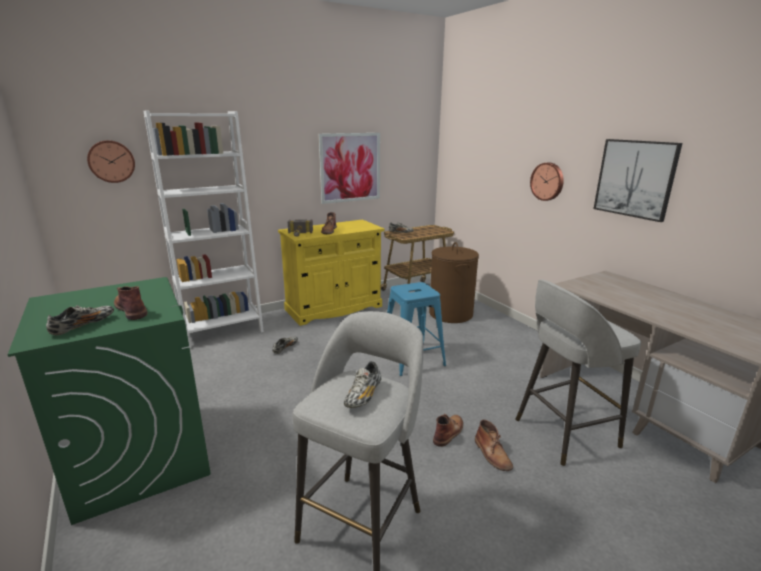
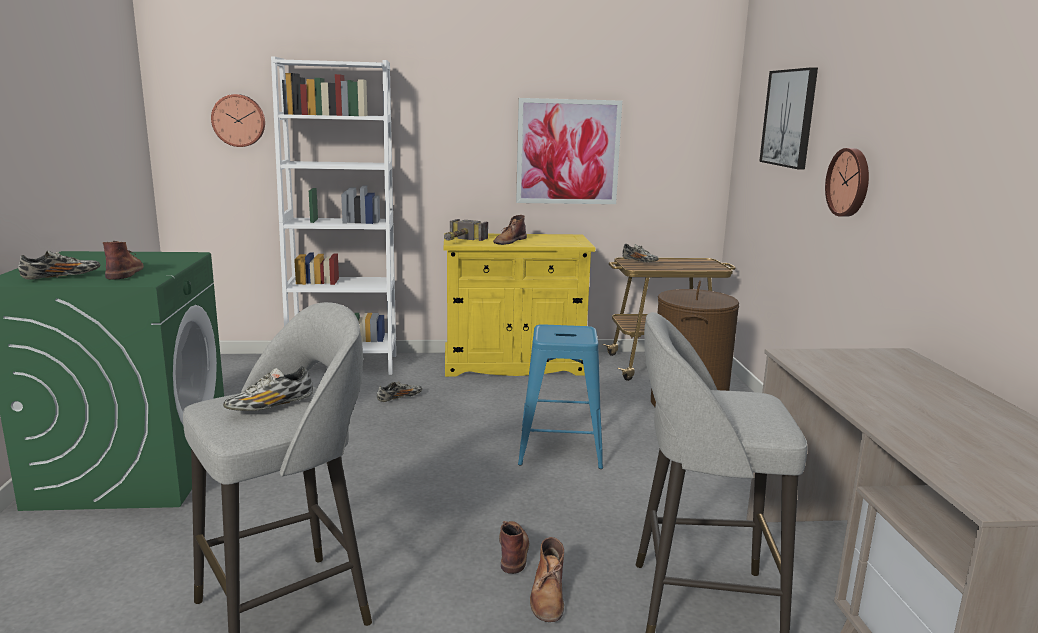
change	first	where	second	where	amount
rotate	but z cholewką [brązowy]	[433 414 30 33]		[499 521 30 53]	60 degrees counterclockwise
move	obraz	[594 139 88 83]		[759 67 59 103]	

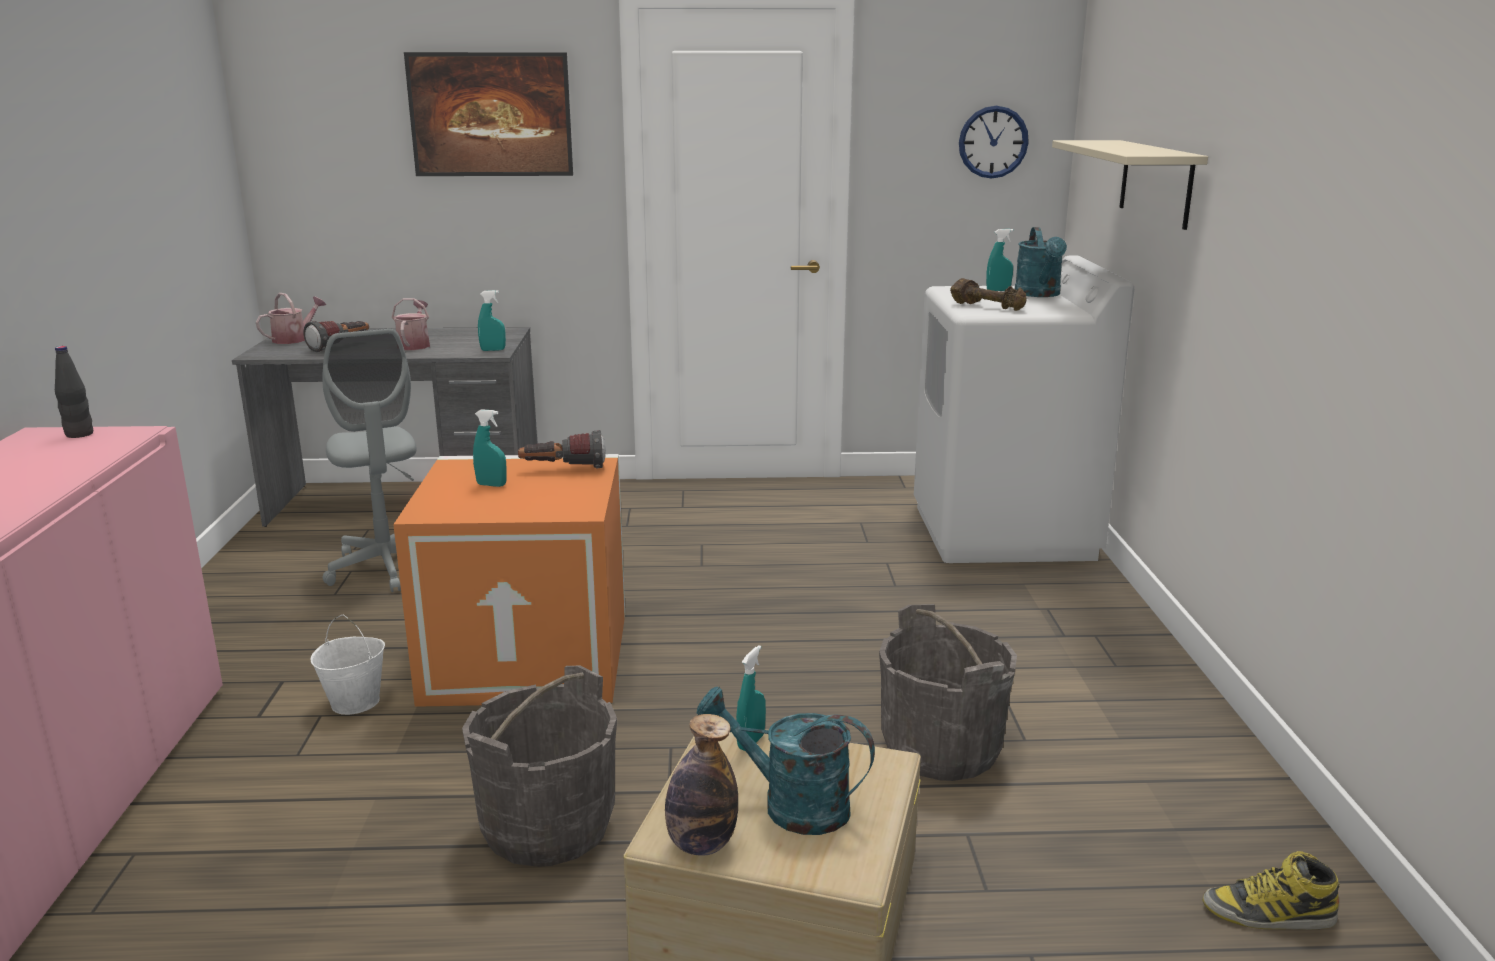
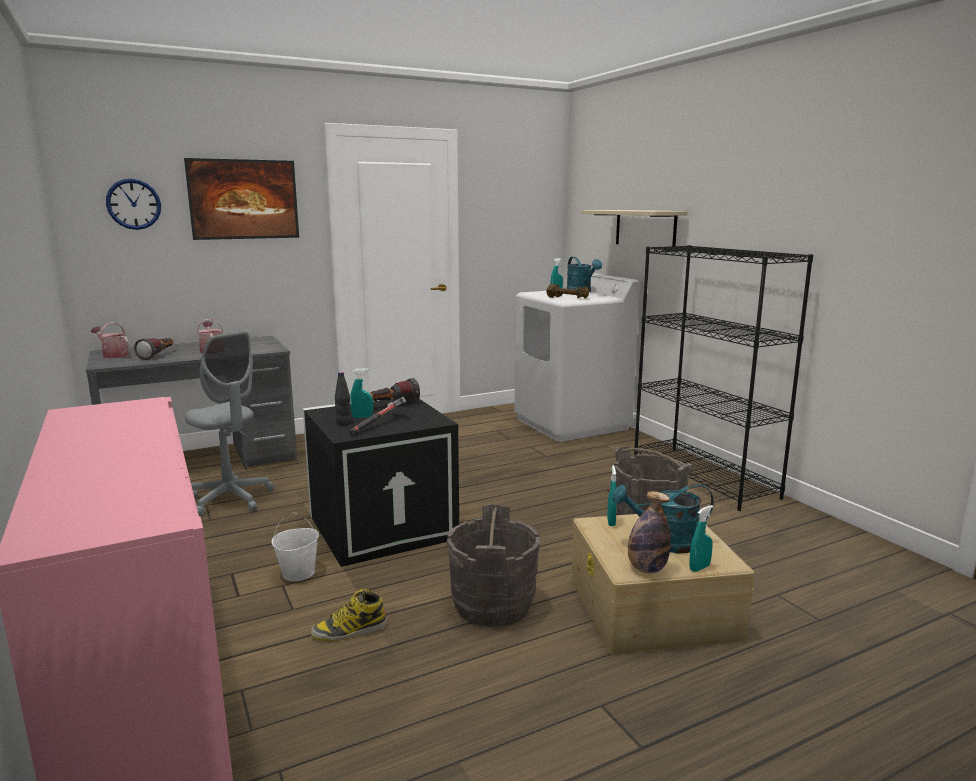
change	first	where	second	where	amount
move	butelka [czarny]	[55 346 38 92]		[335 372 16 53]	
rotate	konewka	[256 293 70 51]		[91 322 38 36]	75 degrees counterclockwise
recolor	pojemnik do przechowywania [pomarańczowy]	[393 454 232 253]	pojemnik do przechowywania [czarny]	[303 399 156 168]	
move	spryskiwacz [turkusowy]	[478 290 28 61]		[689 505 24 67]	
move	zegar ścienny	[959 106 70 73]		[106 179 55 51]	
move	but z cholewką	[1203 851 136 79]		[311 589 76 52]	
insert			młotek	[349 397 57 38]	
insert			regał [czarny]	[634 245 179 266]	

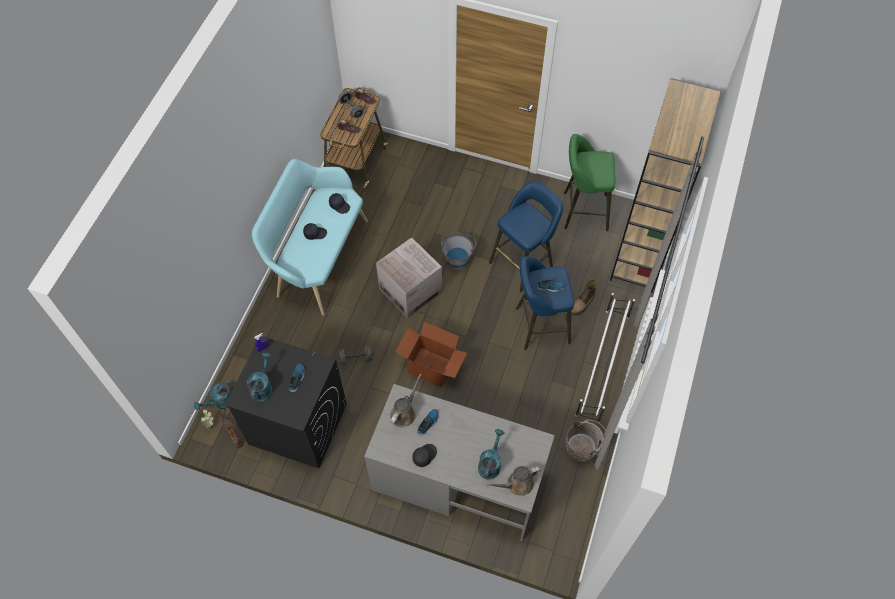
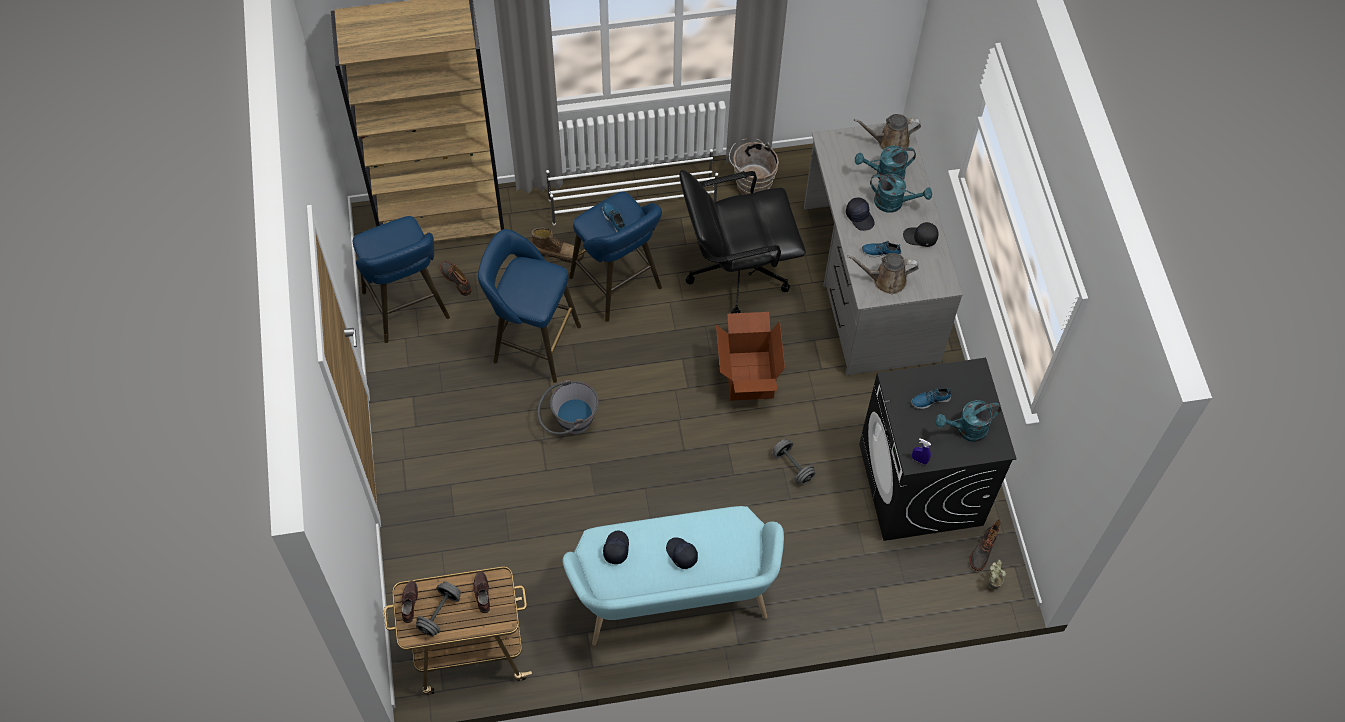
change	first	where	second	where	amount
move	konewka [turkusowy]	[194 381 40 29]		[870 174 62 39]	
delete	karton	[376 237 66 81]			
rotate	konewka [brązowy]	[487 466 54 30]		[854 114 67 36]	135 degrees clockwise
recolor	stołek [zielony]	[564 134 51 97]	stołek [niebieski]	[353 216 97 127]	
insert			but z cholewką	[440 261 32 35]	
insert			krzesło biurowe [czarny]	[679 170 127 143]	
insert			czapka z daszkiem [czarny]	[846 197 29 34]	

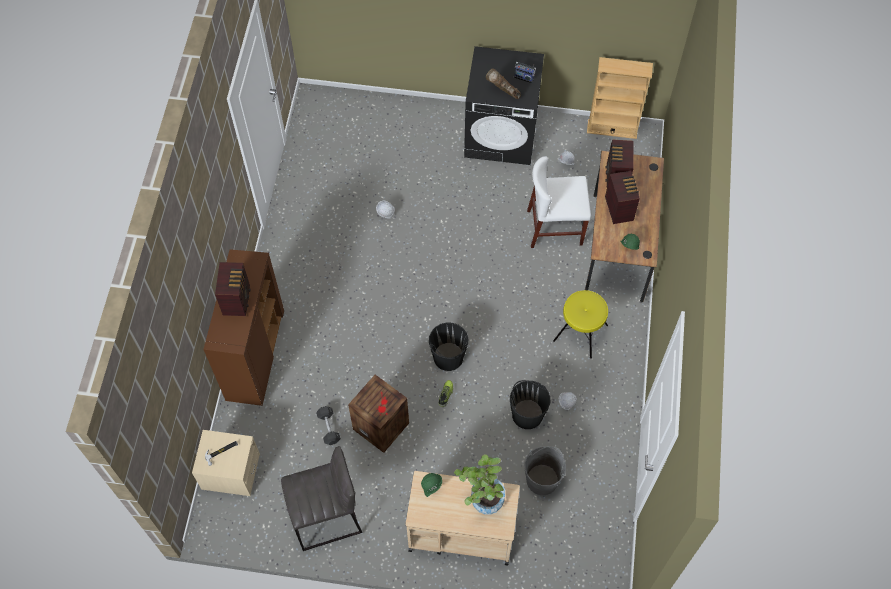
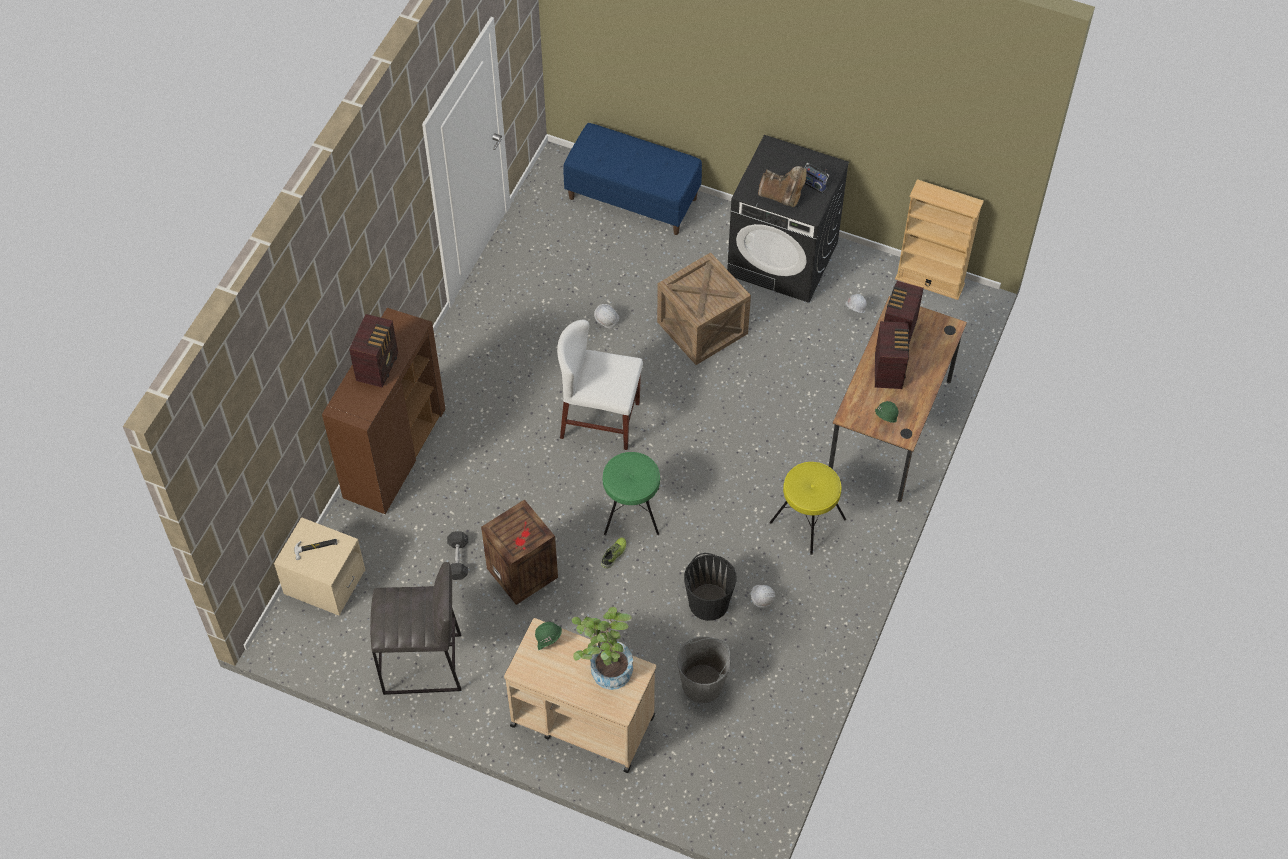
change	first	where	second	where	amount
replace	wiadro [czarny]	[429 322 39 49]	stołek [zielony]	[602 452 58 83]	
rotate	but z cholewką [brązowy]	[486 69 35 30]		[758 166 49 41]	150 degrees clockwise
move	krzesło [biały]	[527 156 64 92]		[557 320 86 130]	
insert			ławka [niebieski]	[563 123 139 112]	
insert			skrzynka	[657 252 94 113]	

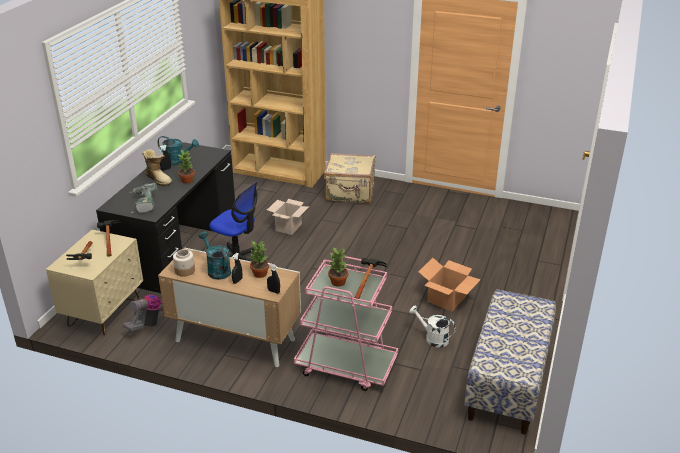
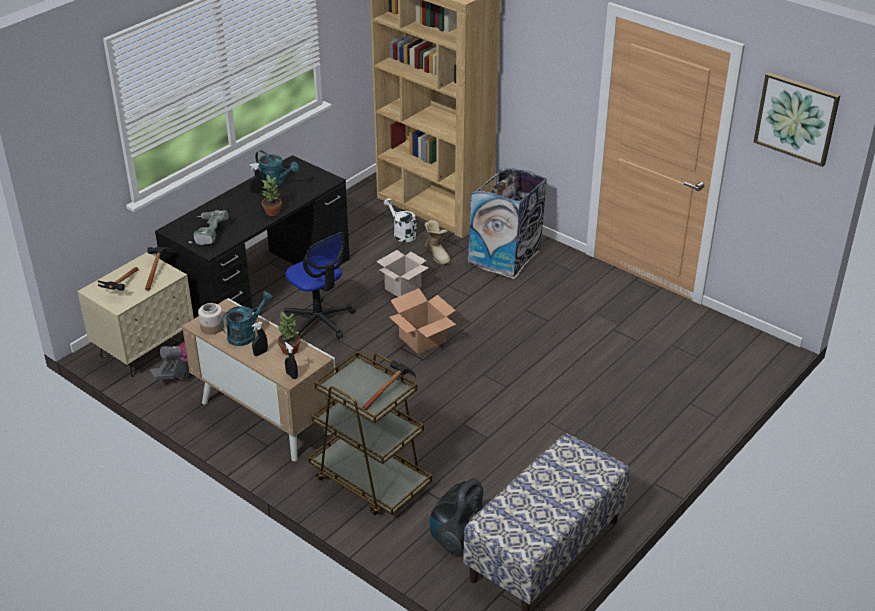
change	first	where	second	where	amount
move	but z cholewką	[142 149 30 38]		[424 220 26 46]	
rotate	konewka [turkusowy]	[199 231 32 49]		[221 291 52 55]	60 degrees clockwise
recolor	wózek [różowy]	[294 256 104 135]	wózek [brązowy]	[308 351 124 164]	
replace	walizka [beżowy]	[324 153 52 50]	kosz na śmieci	[467 168 80 111]	
delete	roślina doniczkowa	[328 247 20 40]			
move	konewka [biały]	[409 306 47 42]		[384 198 33 44]	
move	karton	[418 258 63 54]		[389 288 67 66]	
insert			odkurzacz	[430 478 55 77]	
insert			obraz	[754 72 86 95]	

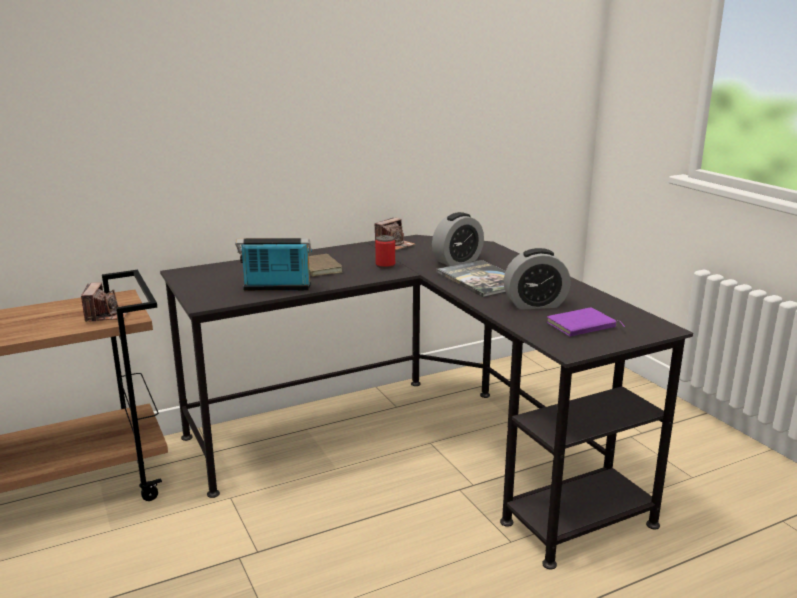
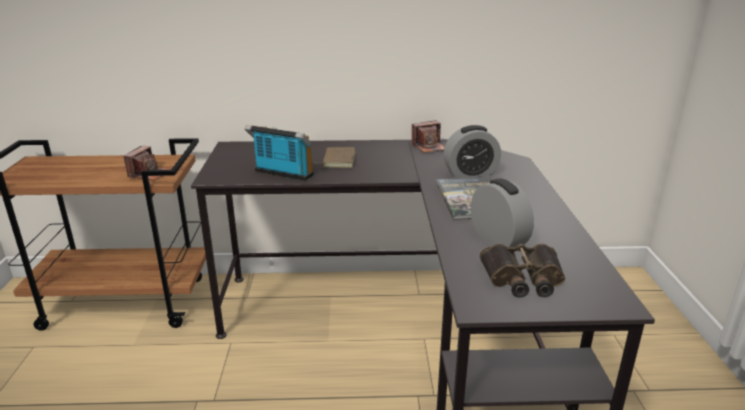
change	first	where	second	where	amount
delete	puszka	[375 235 20 34]			
rotate	budzik	[504 248 67 62]		[471 178 63 69]	135 degrees counterclockwise
replace	książka [fioletowy]	[547 307 78 29]	lornetka	[480 244 85 54]	

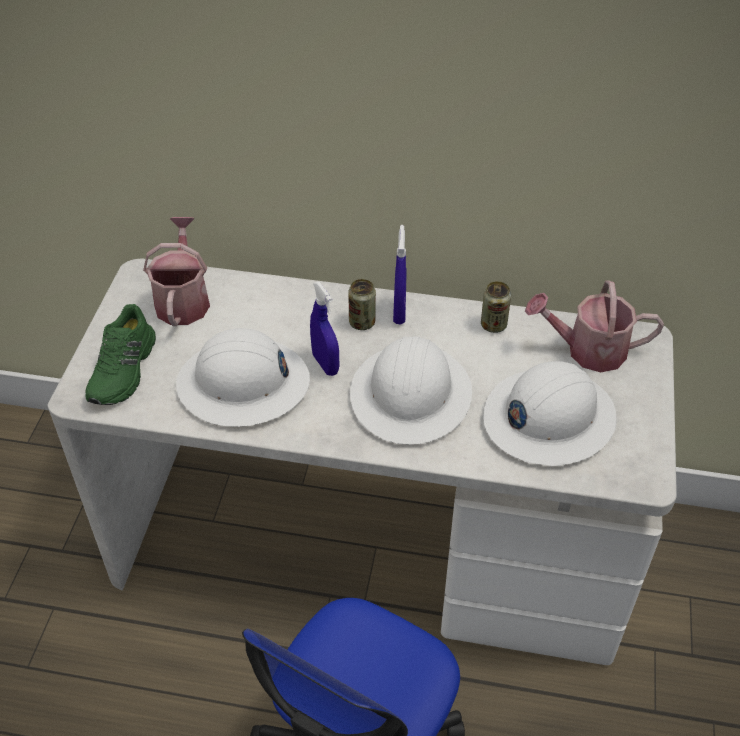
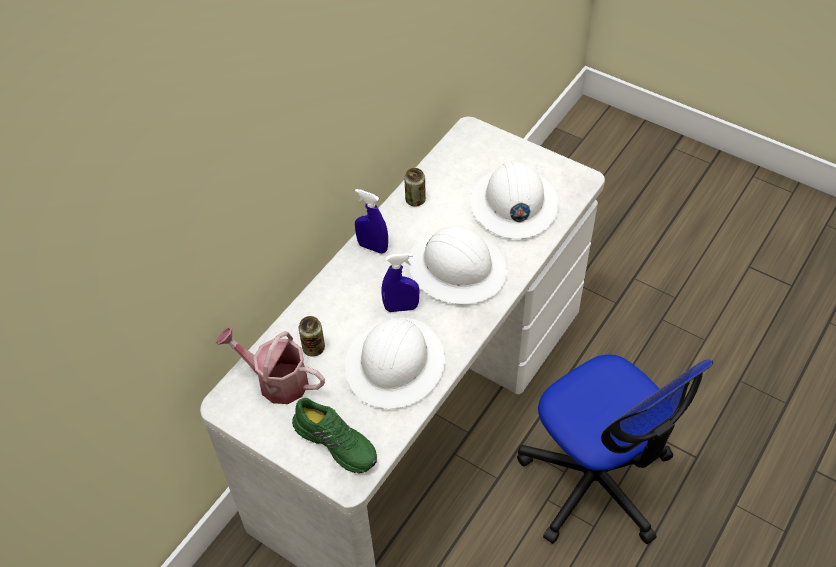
change	first	where	second	where	amount
move	puszka	[348 279 28 51]		[298 316 27 41]	
delete	konewka	[525 281 139 91]			

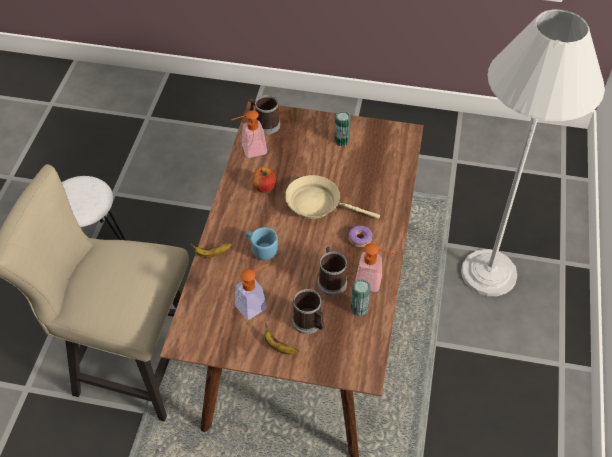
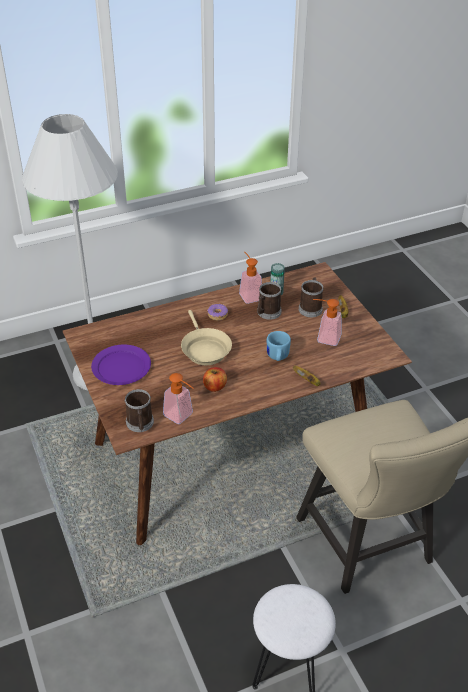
change	first	where	second	where	amount
replace	puszka	[335 111 16 35]	talerz [fioletowy]	[91 345 60 40]	

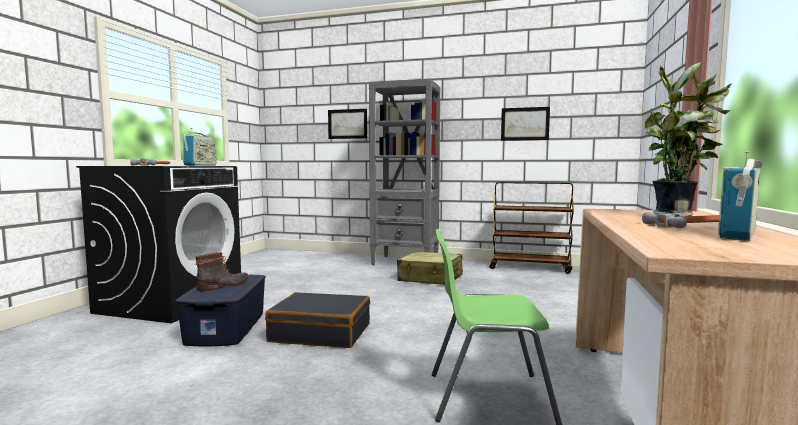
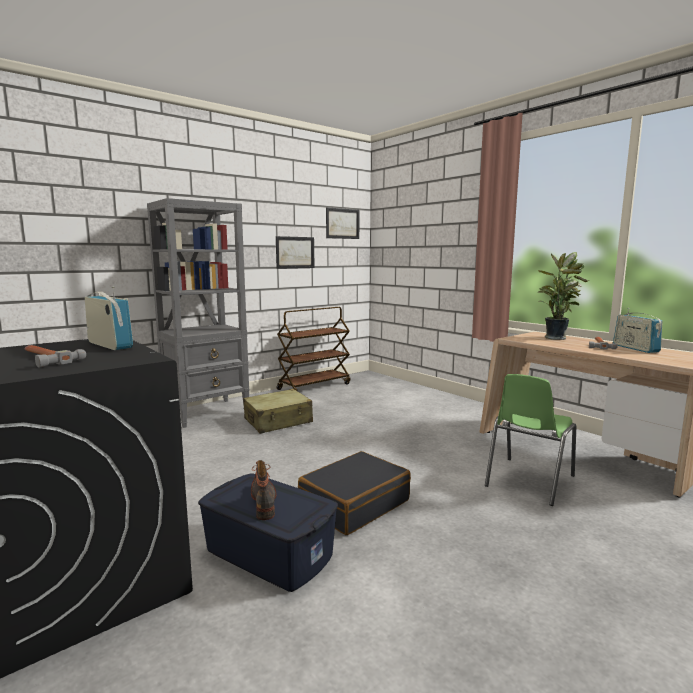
change	first	where	second	where	amount
move	obraz	[328 109 39 30]		[326 207 33 32]	

